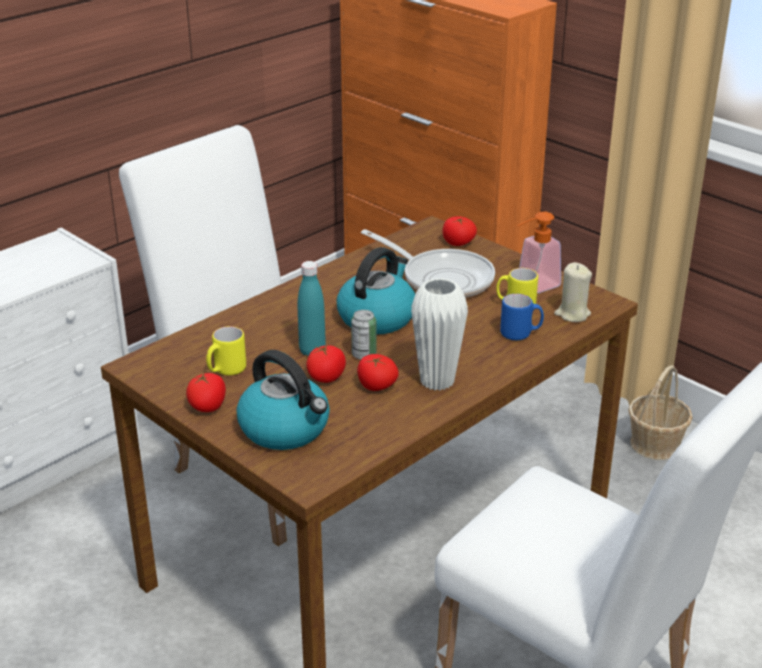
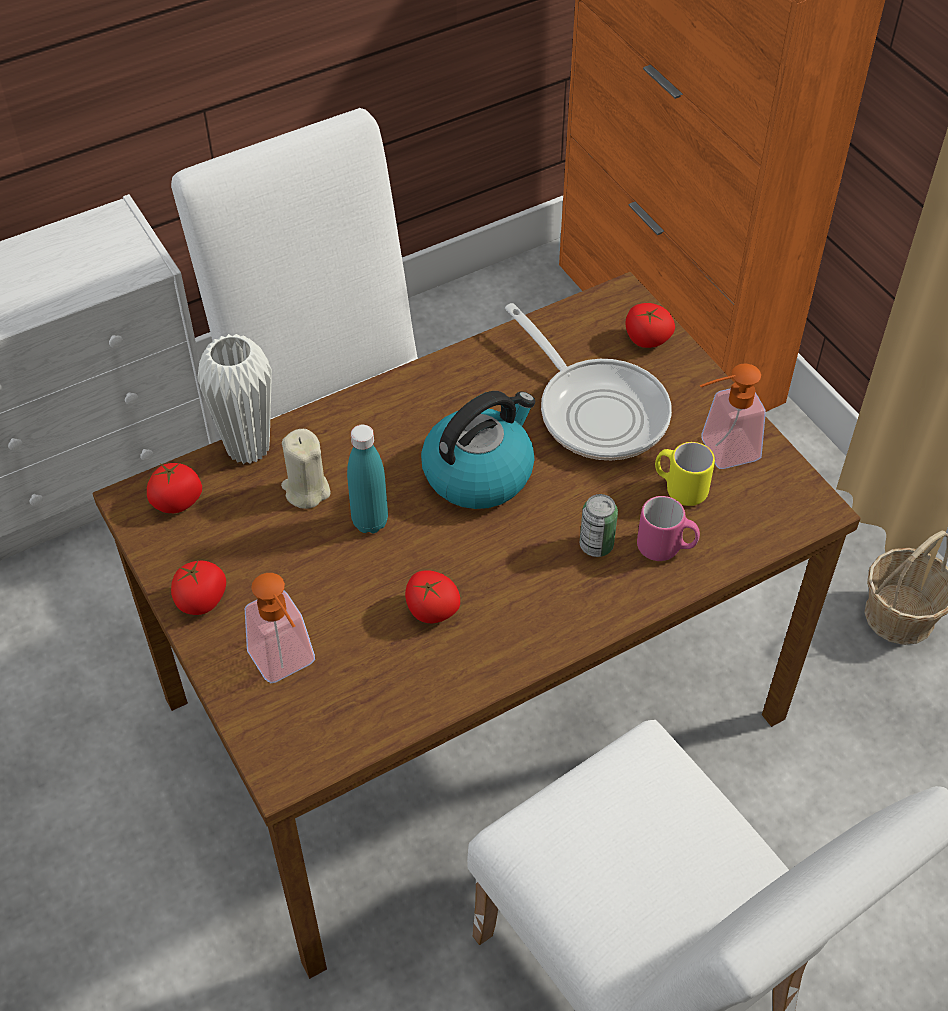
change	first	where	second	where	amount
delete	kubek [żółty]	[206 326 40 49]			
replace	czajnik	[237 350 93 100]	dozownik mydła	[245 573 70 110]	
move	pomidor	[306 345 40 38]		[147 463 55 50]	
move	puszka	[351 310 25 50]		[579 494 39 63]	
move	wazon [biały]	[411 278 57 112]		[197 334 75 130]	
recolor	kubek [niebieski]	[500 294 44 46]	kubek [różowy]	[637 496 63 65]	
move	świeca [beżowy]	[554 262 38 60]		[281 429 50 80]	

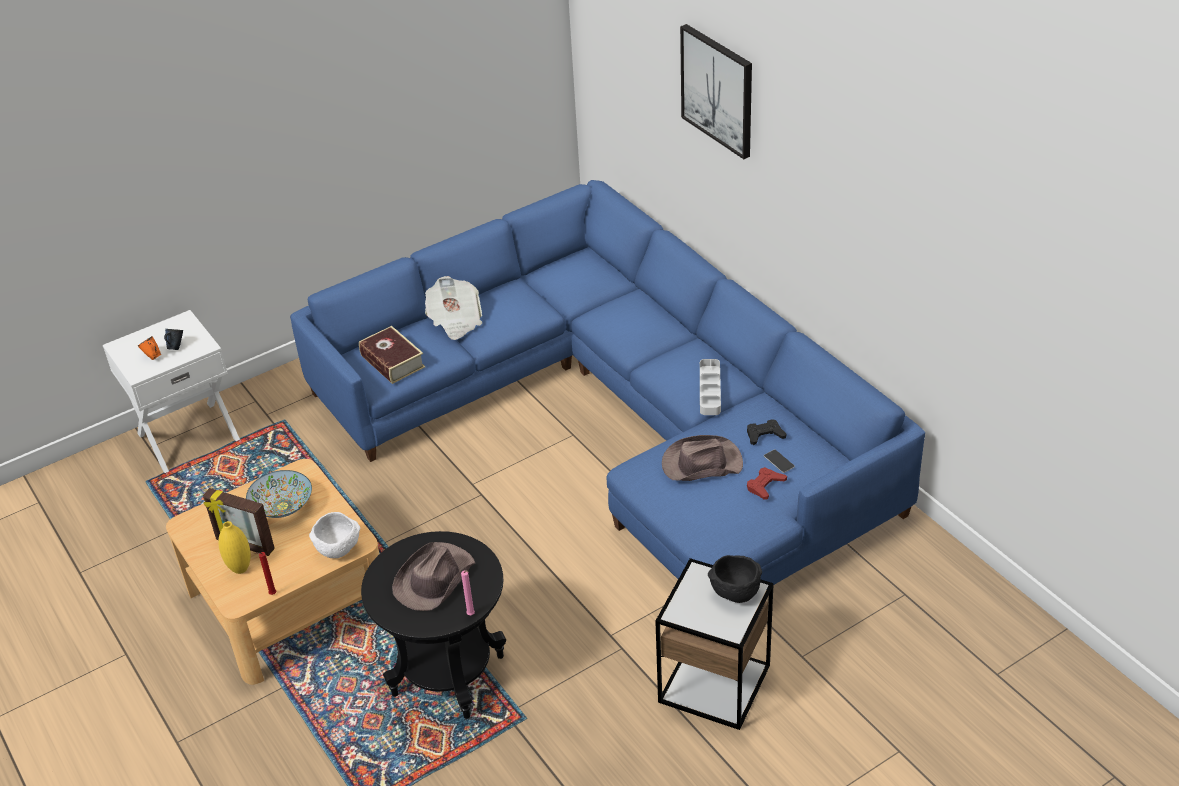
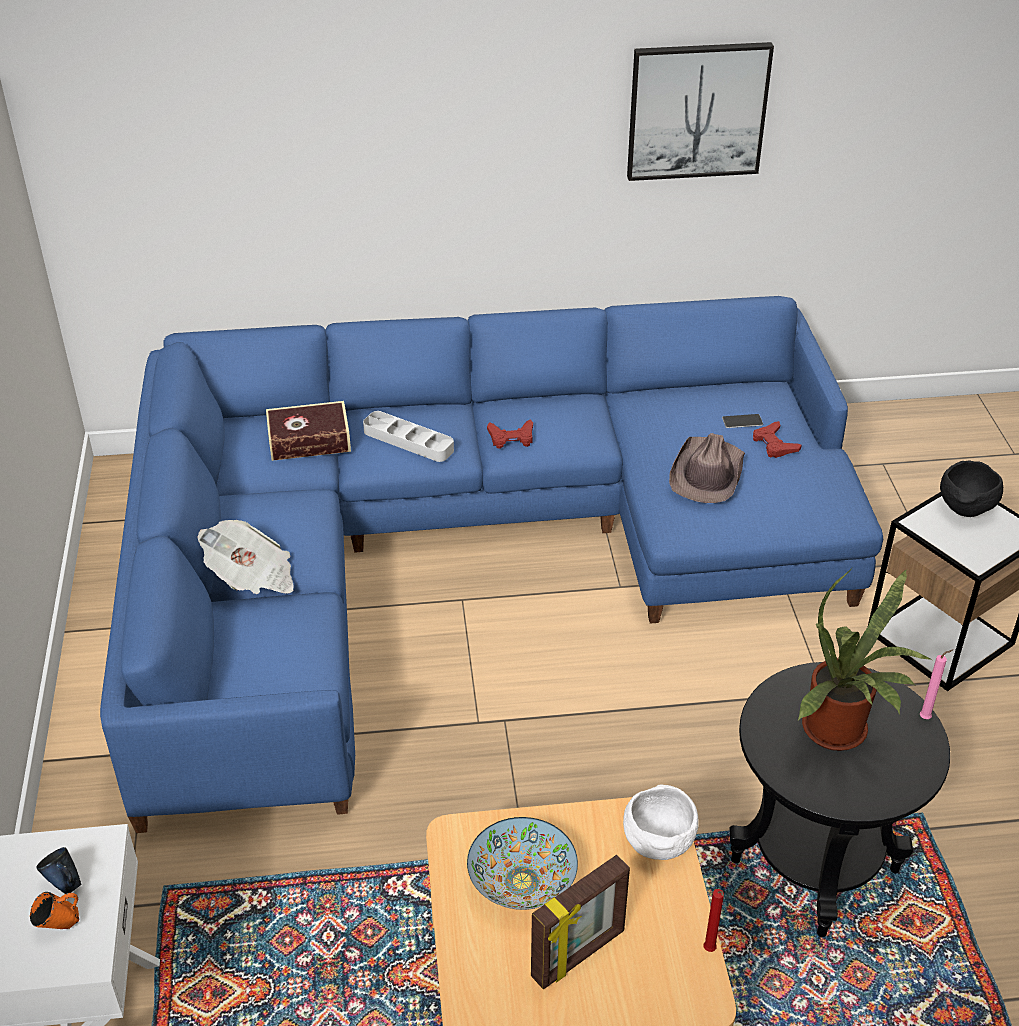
change	first	where	second	where	amount
delete	wazon [żółty]	[218 521 33 53]			
move	książka	[359 326 66 58]		[266 401 85 60]	
replace	kapelusz [brązowy]	[392 542 83 69]	roślina doniczkowa	[798 567 134 184]	
move	obraz	[680 24 72 135]		[627 42 147 139]	
move	taca [szary]	[700 359 21 56]		[363 411 91 51]	
delete	pad do gier [czarny]	[747 419 39 26]			
insert			pad do gier [czerwony]	[487 420 46 29]	

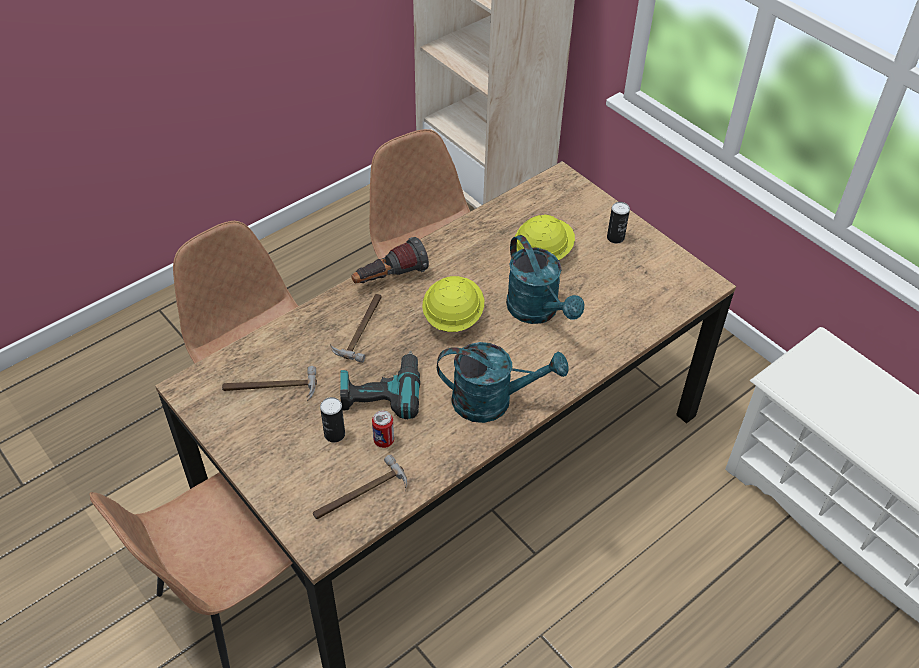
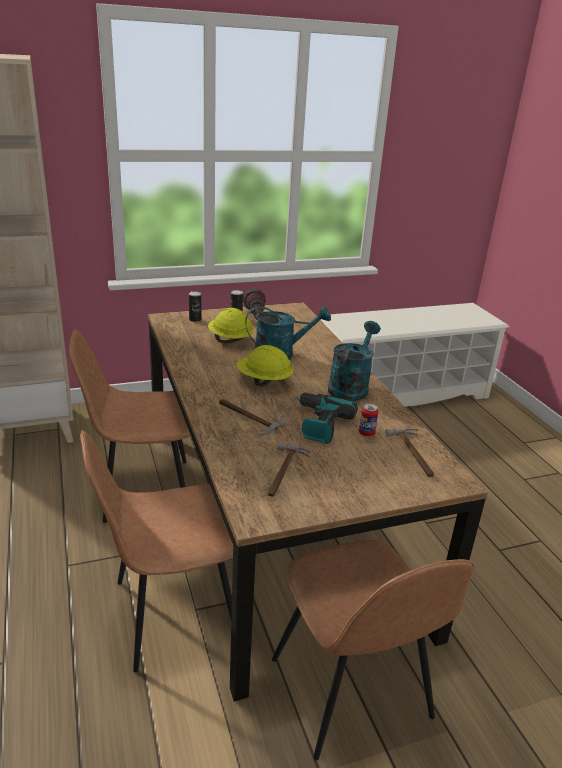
change	first	where	second	where	amount
move	puszka	[320 397 25 46]		[189 291 12 31]	
move	latarka	[351 237 78 46]		[243 289 23 31]	

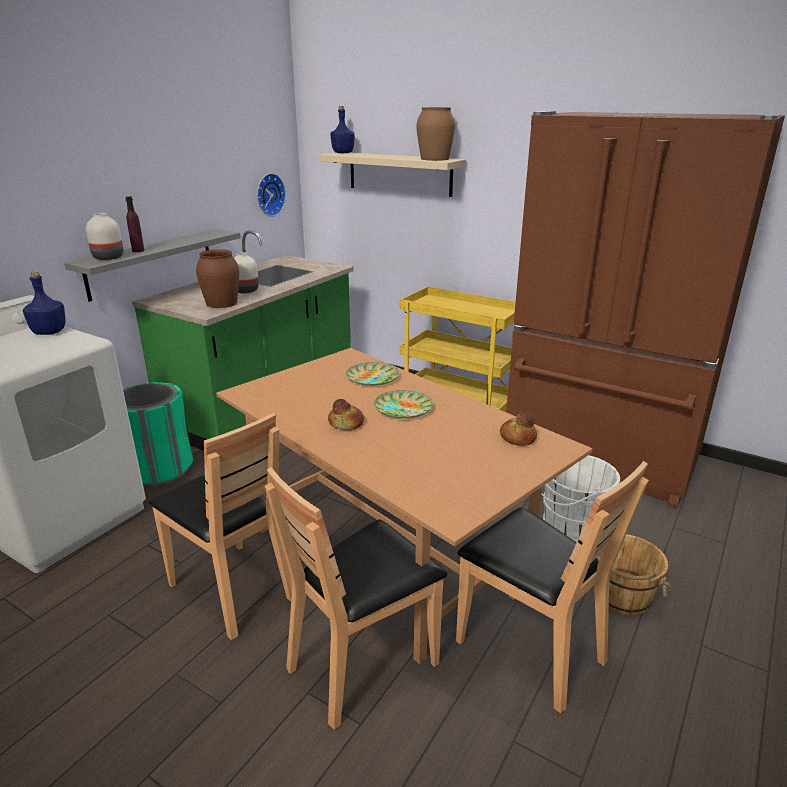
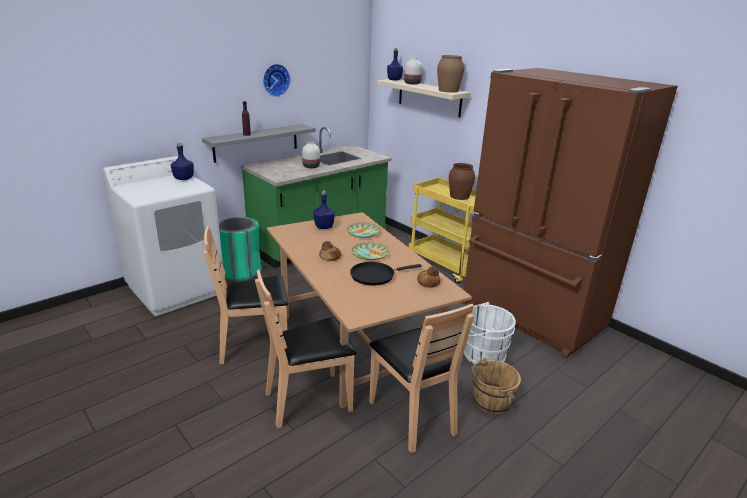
change	first	where	second	where	amount
move	wazon [biały]	[86 213 37 47]		[404 58 18 27]	
rotate	krzesło [brązowy]	[149 413 143 227]		[203 226 85 138]	105 degrees clockwise
move	wazon [brązowy]	[196 249 43 59]		[449 163 26 37]	
move	zegar ścienny	[257 173 29 44]		[263 64 27 33]	
insert			butelka [niebieski]	[313 191 22 38]	
insert			patelnia [czarny]	[350 262 72 23]	

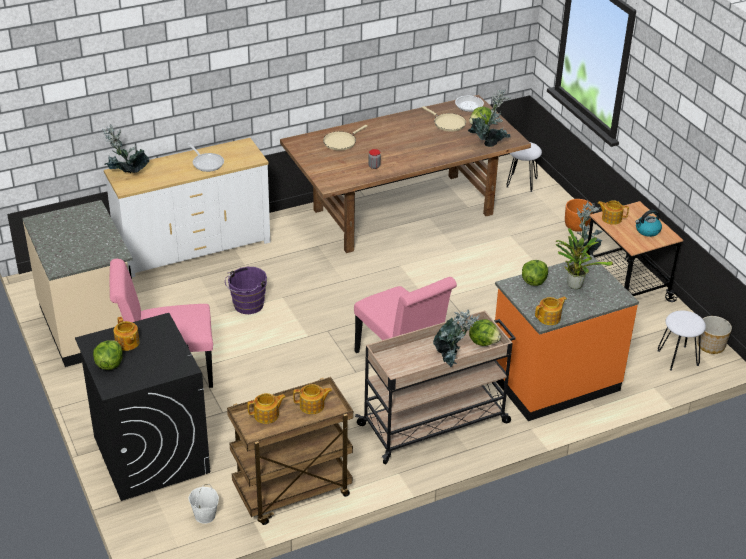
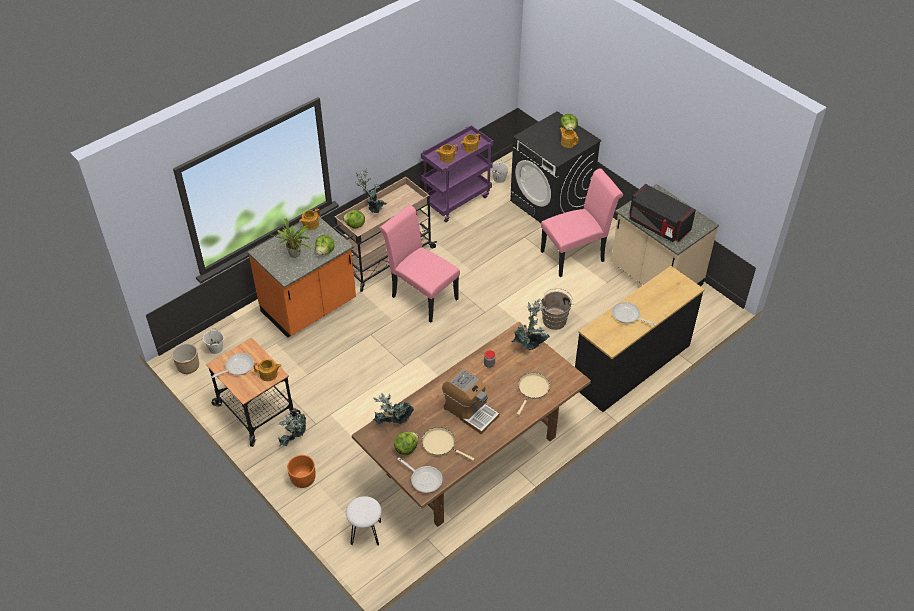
change	first	where	second	where	amount
move	roślina doniczkowa	[102 124 47 49]		[512 299 38 51]	
recolor	komoda [biały]	[104 138 166 140]	komoda [czarny]	[575 266 130 146]	
recolor	wiadro [fioletowy]	[225 267 42 47]	wiadro [brązowy]	[541 288 33 42]	
recolor	wózek [brązowy]	[227 377 126 148]	wózek [fioletowy]	[421 125 72 97]	
replace	czajnik	[635 210 27 27]	patelnia	[209 353 45 26]	
replace	stołek [biały]	[657 310 49 60]	wiadro [biały]	[203 329 21 25]	
insert			ekspres do kawy	[442 368 57 66]	
insert			mikrofalówka [czarny]	[629 184 67 58]	

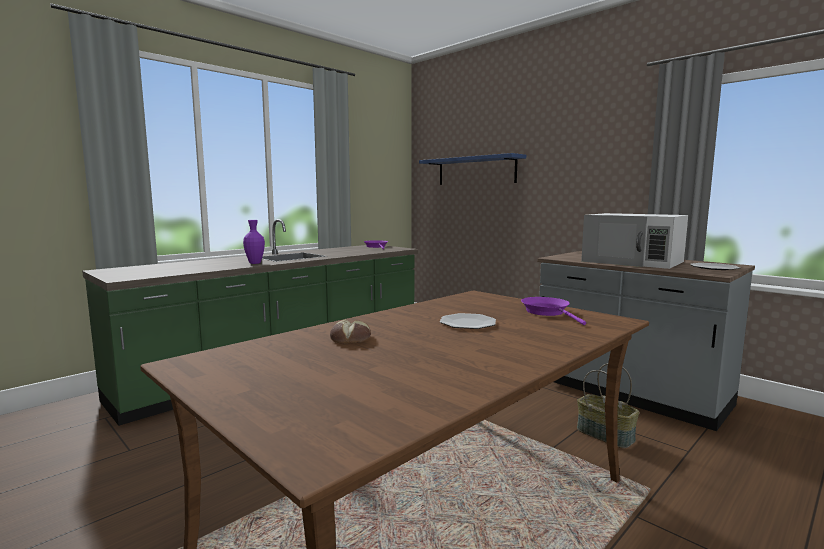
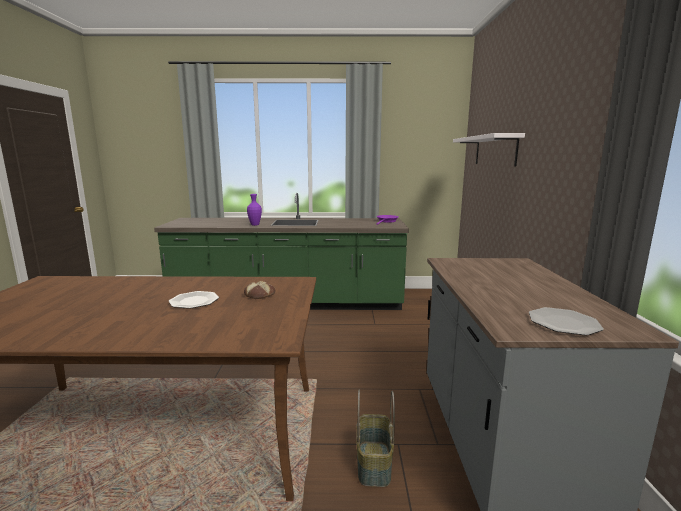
change	first	where	second	where	amount
move	chleb	[330 319 41 25]		[244 281 32 18]	
recolor	półka [niebieski]	[419 153 107 32]	półka [biały]	[453 133 72 34]	
delete	patelnia [fioletowy]	[521 297 65 28]			
delete	mikrofalówka [biały]	[581 213 107 56]			

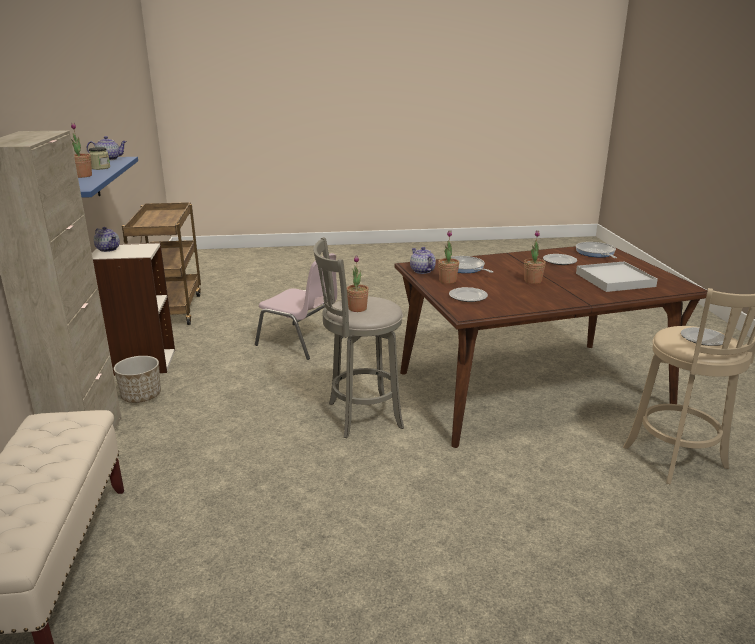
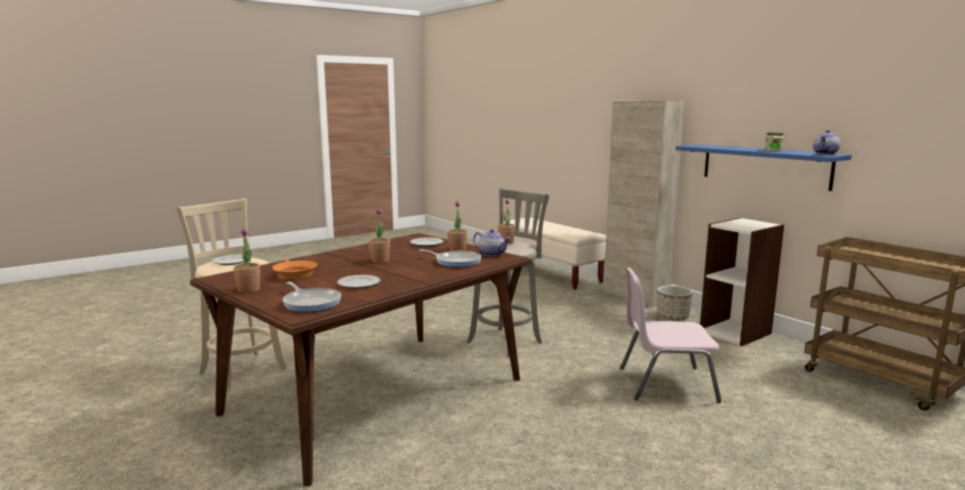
change	first	where	second	where	amount
move	roślina doniczkowa	[71 123 21 55]		[233 229 27 64]	
delete	imbryk	[94 227 26 25]			
replace	taca [biały]	[576 261 82 31]	patelnia [pomarańczowy]	[272 258 45 21]	

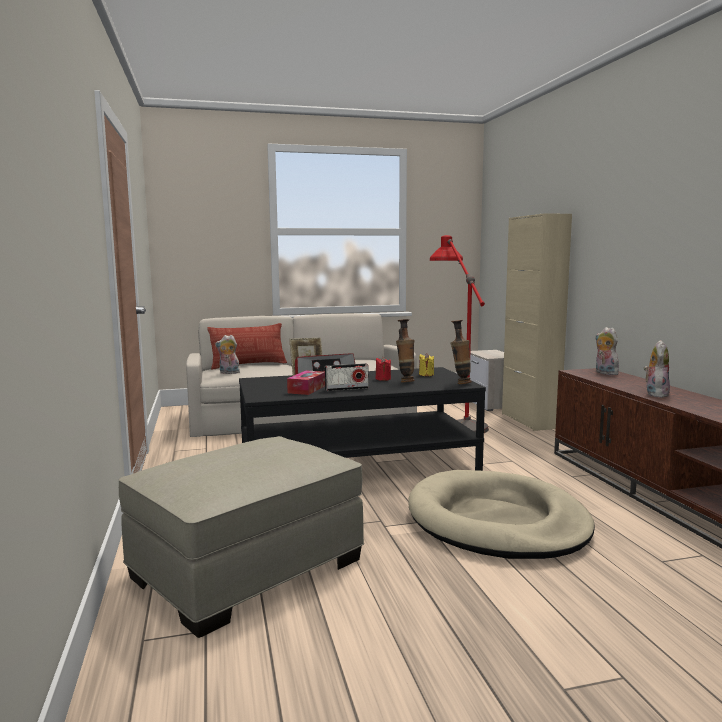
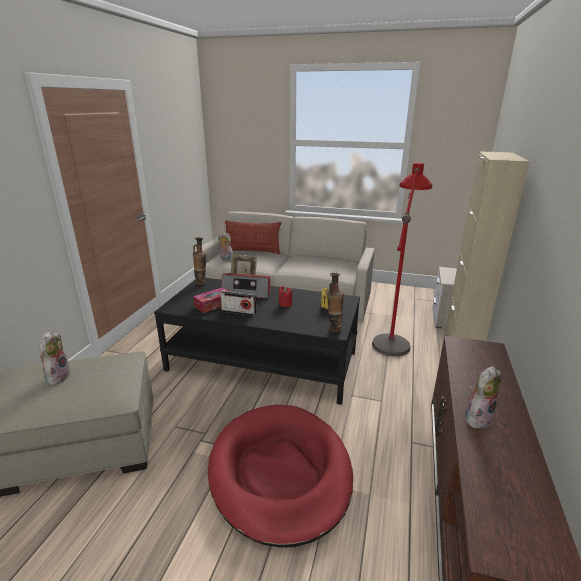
change	first	where	second	where	amount
move	wazon	[396 319 18 63]		[193 238 14 47]	
recolor	legowisko [beżowy]	[408 470 187 89]	legowisko [czerwony]	[208 405 145 143]	
move	pluszak	[595 327 24 48]		[39 331 32 54]	

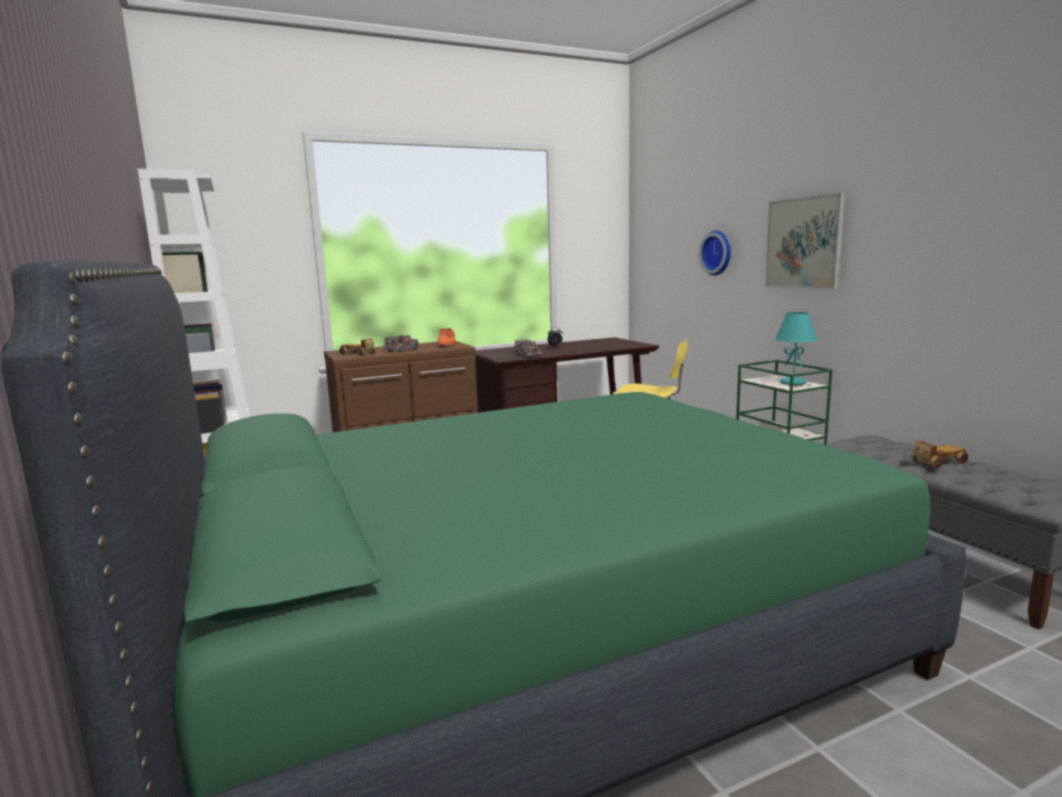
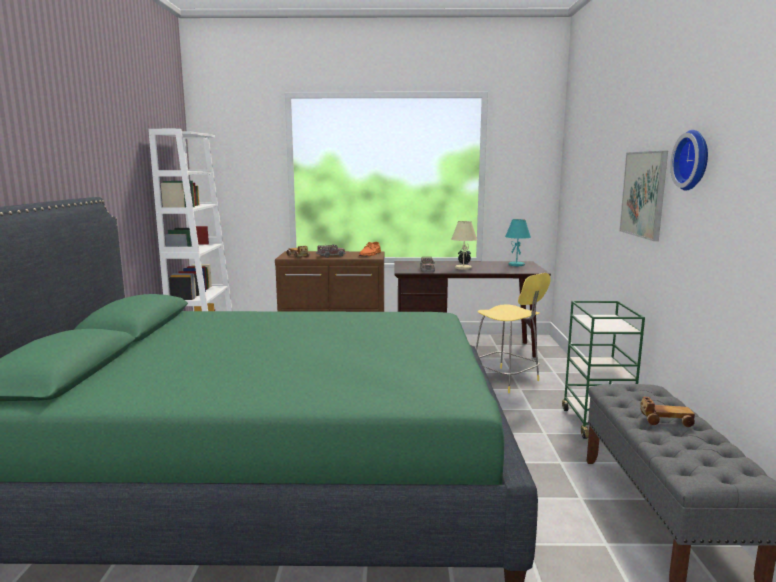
change	first	where	second	where	amount
move	zegar ścienny	[699 230 32 46]		[670 130 38 61]	
move	lampa stołowa [turkusowy]	[775 312 42 73]		[505 219 26 47]	
insert			lampa stołowa [beżowy]	[451 221 26 49]	

